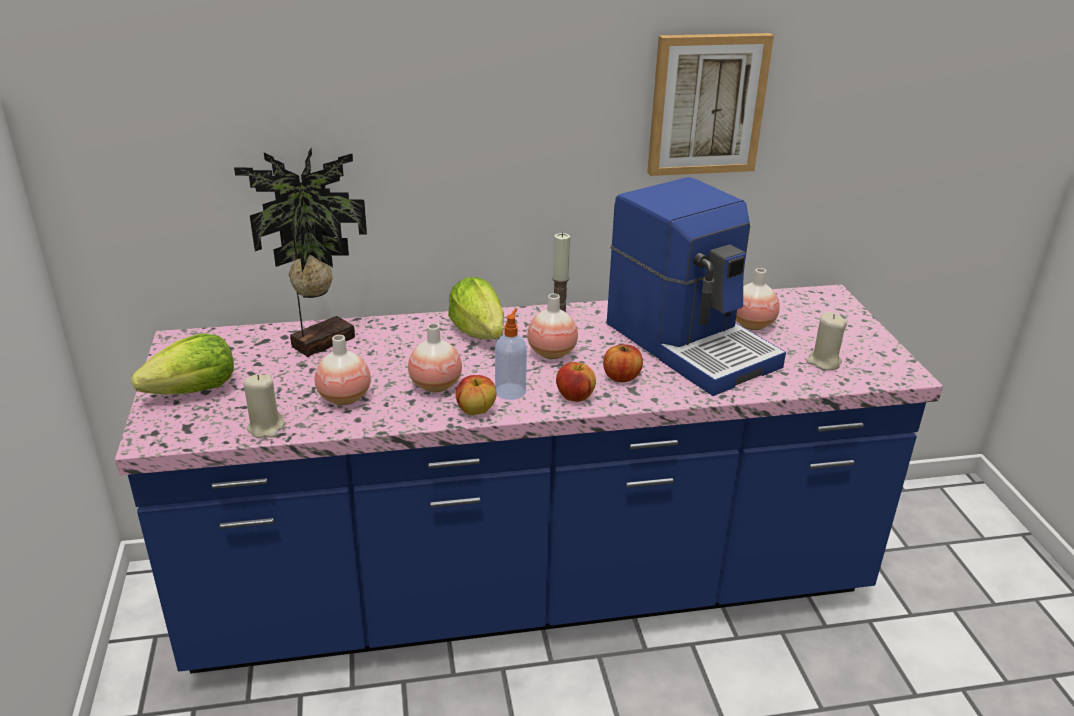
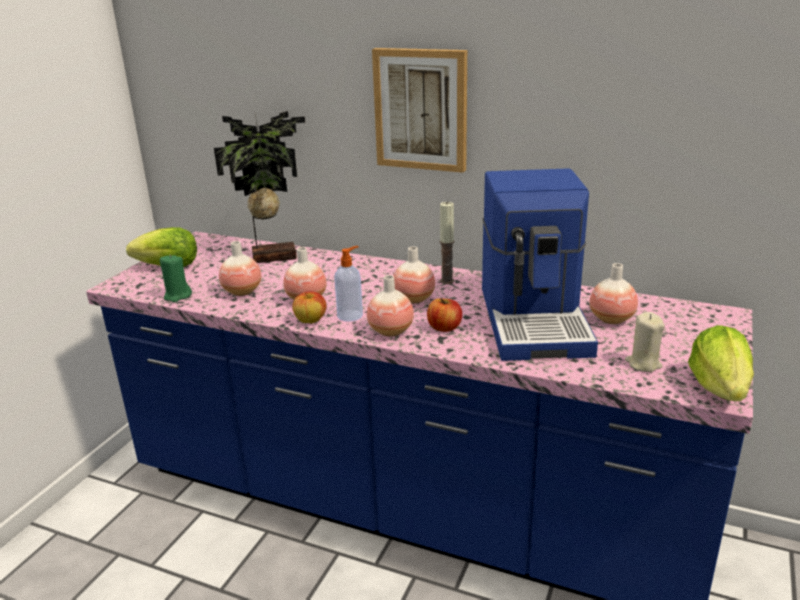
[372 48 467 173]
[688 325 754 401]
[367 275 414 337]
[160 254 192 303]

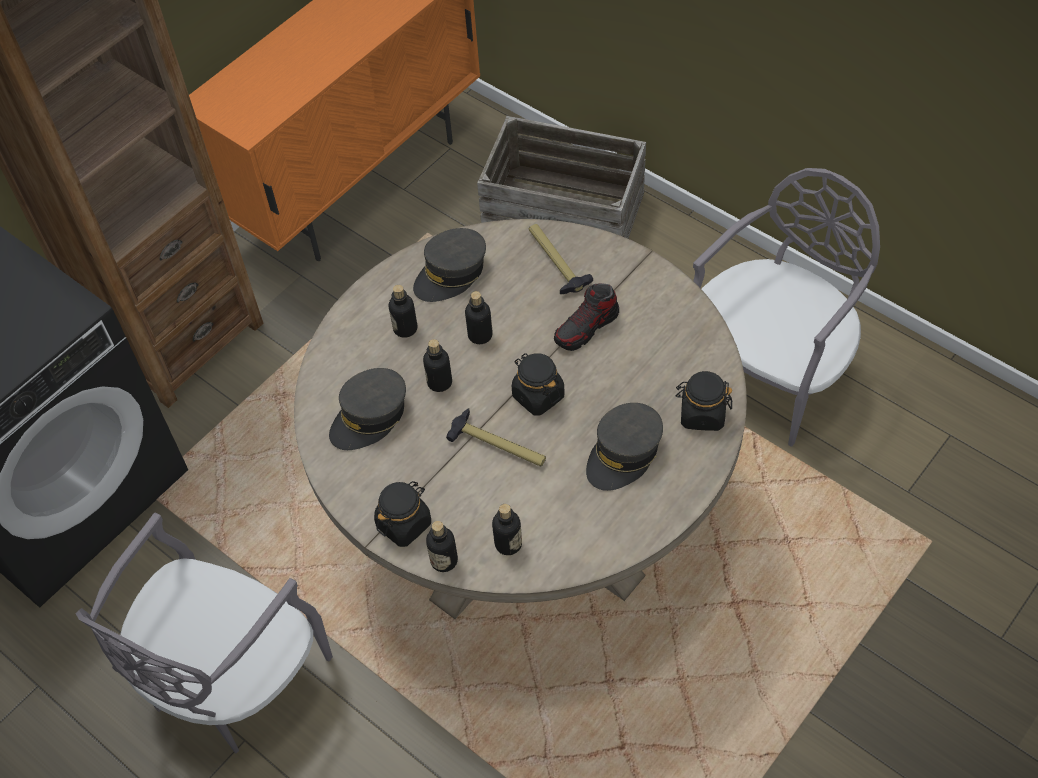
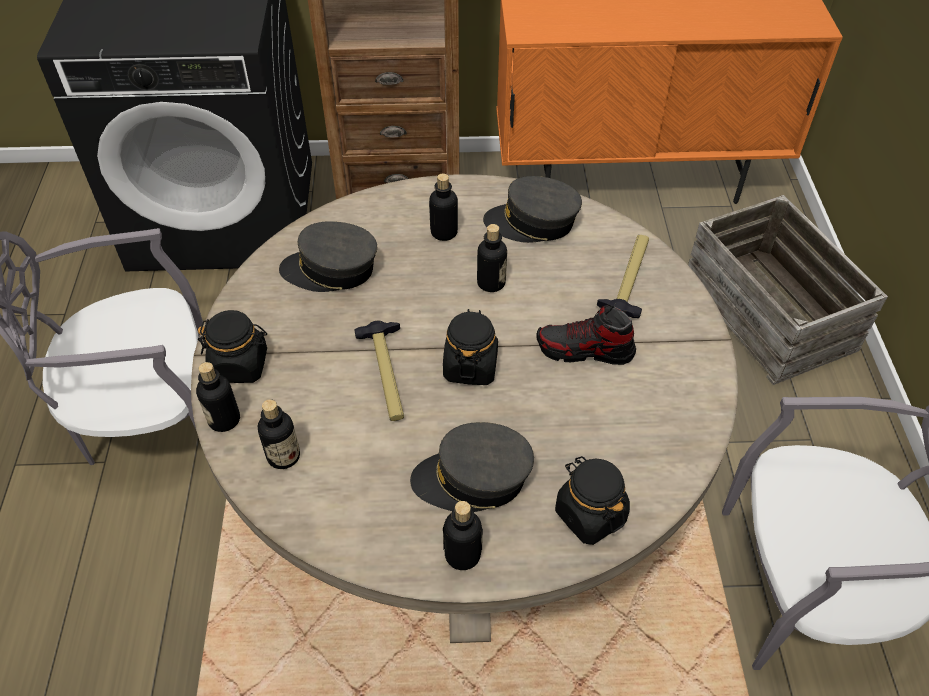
[443 501 483 570]

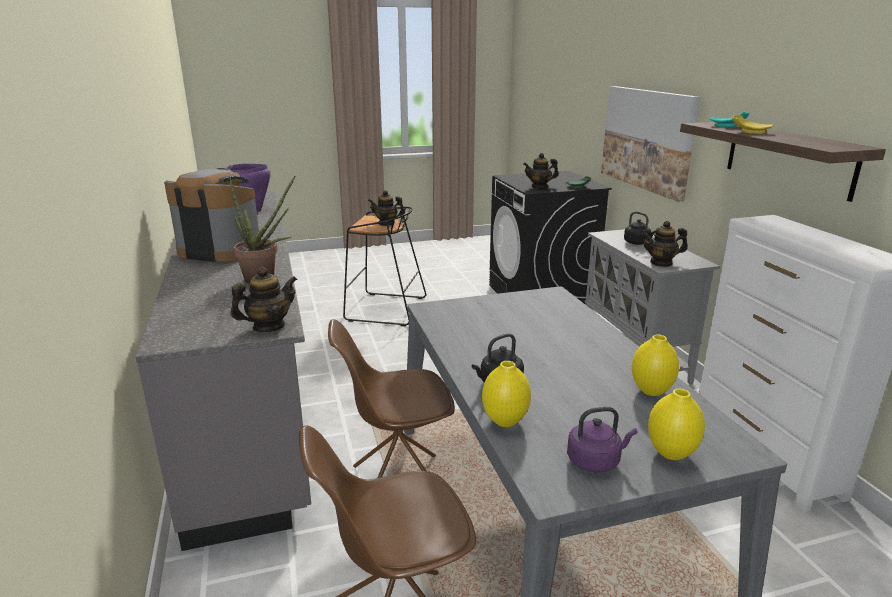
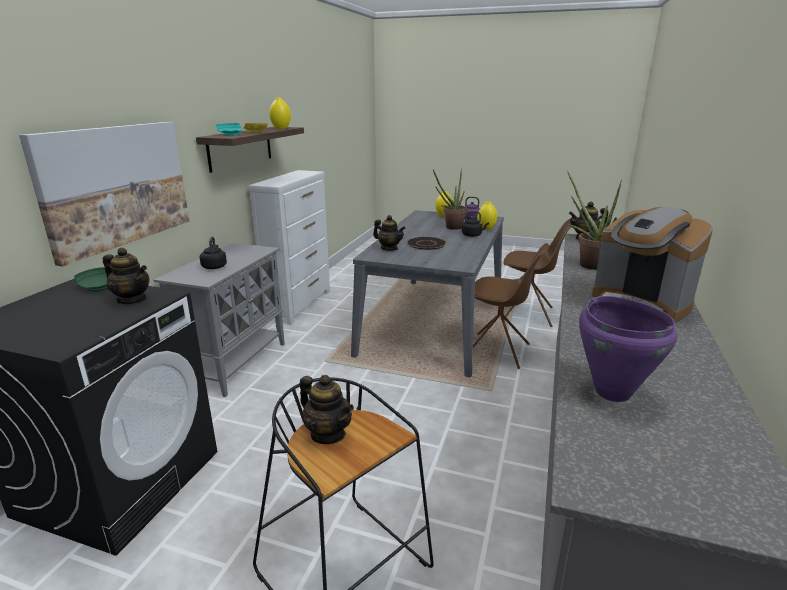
[373 215 406 251]
[269 98 291 129]
[433 167 467 230]
[407 237 447 250]

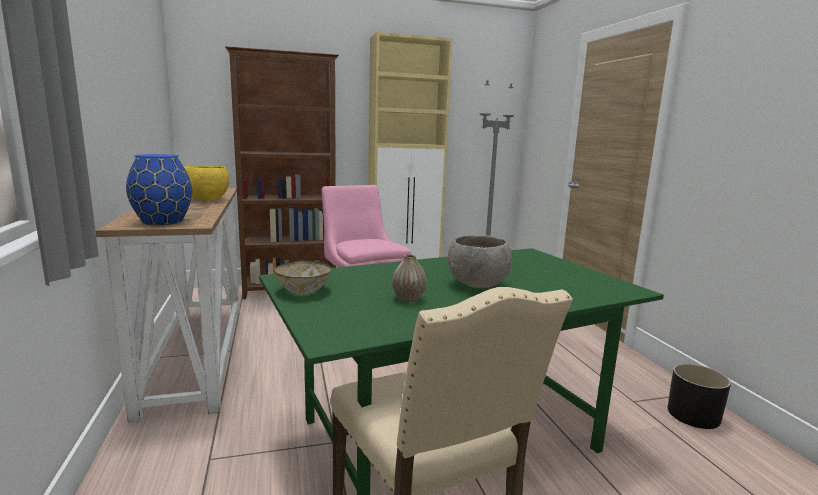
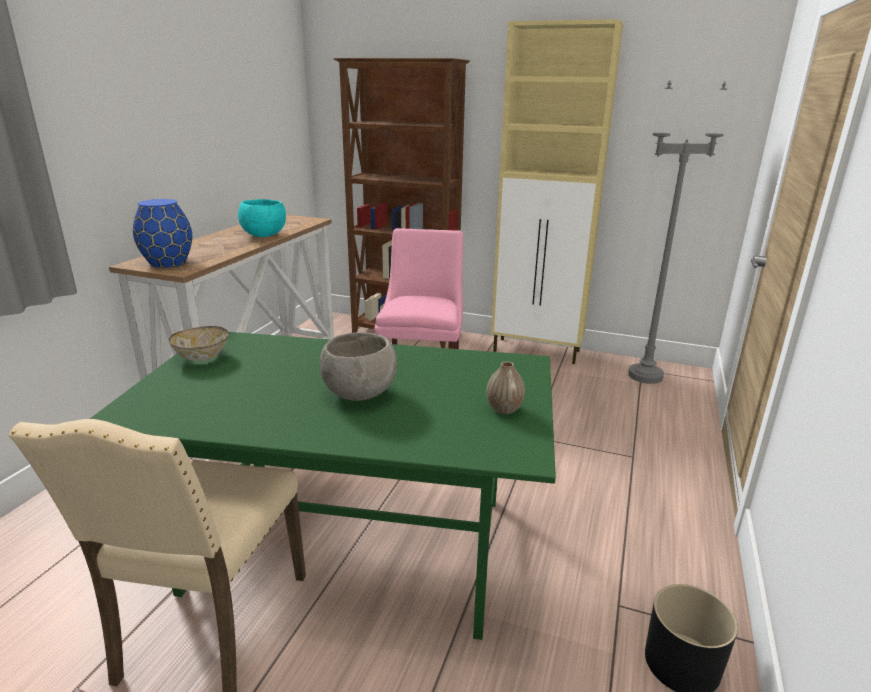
[238 199 286 237]
[486 361 525 414]

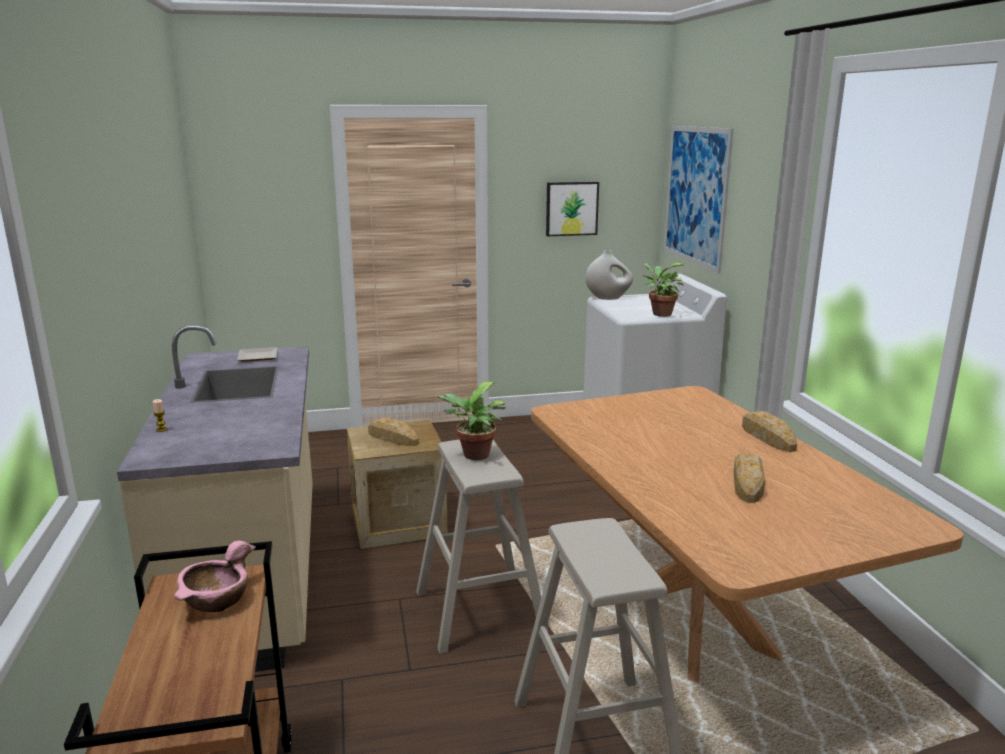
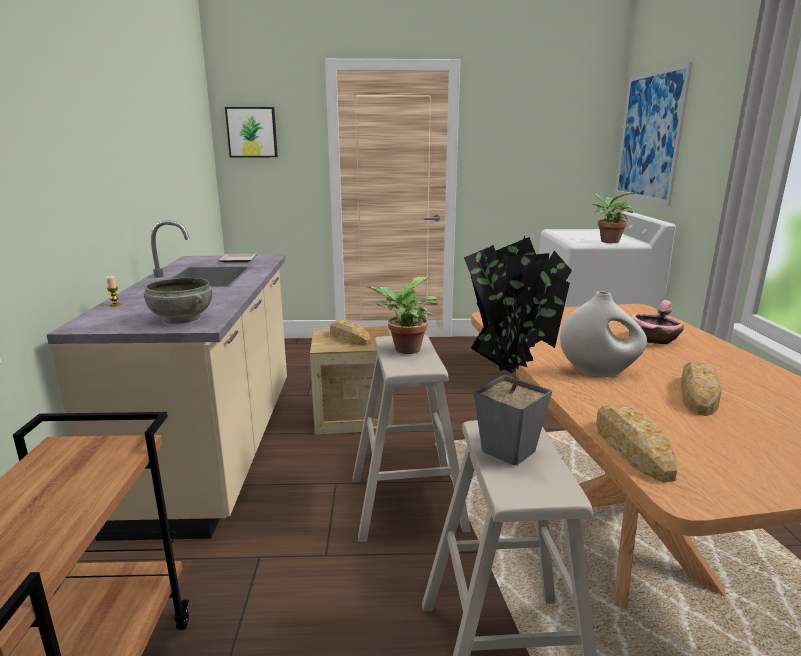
[225 107 278 157]
[560 291 647 377]
[596 405 677 483]
[631 300 684 344]
[464 235 572 465]
[144 278 212 324]

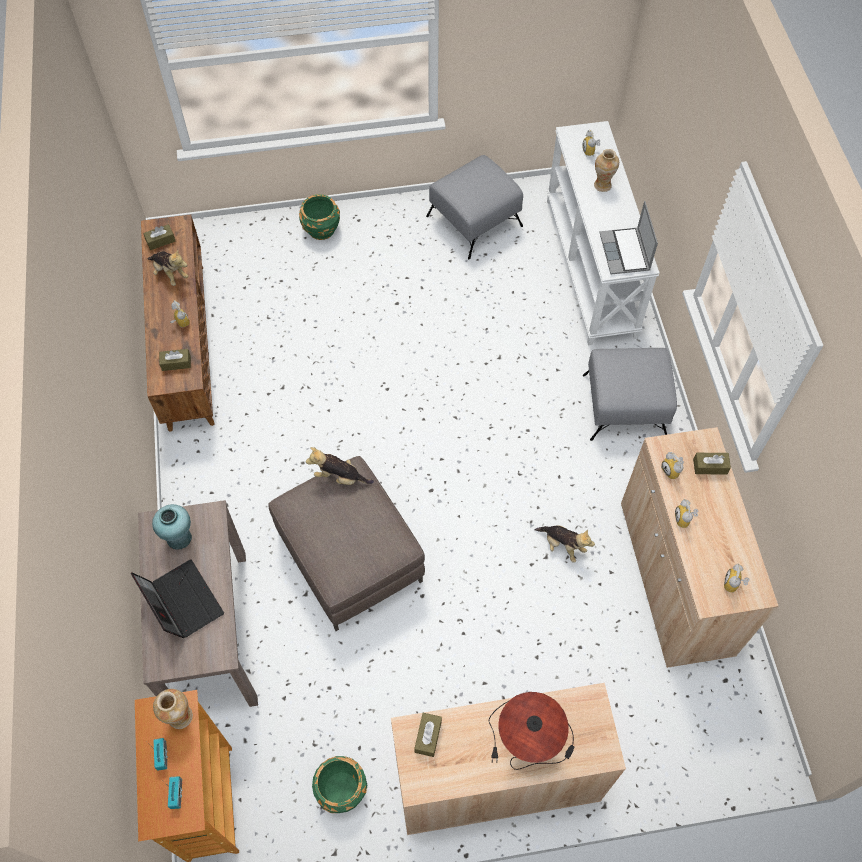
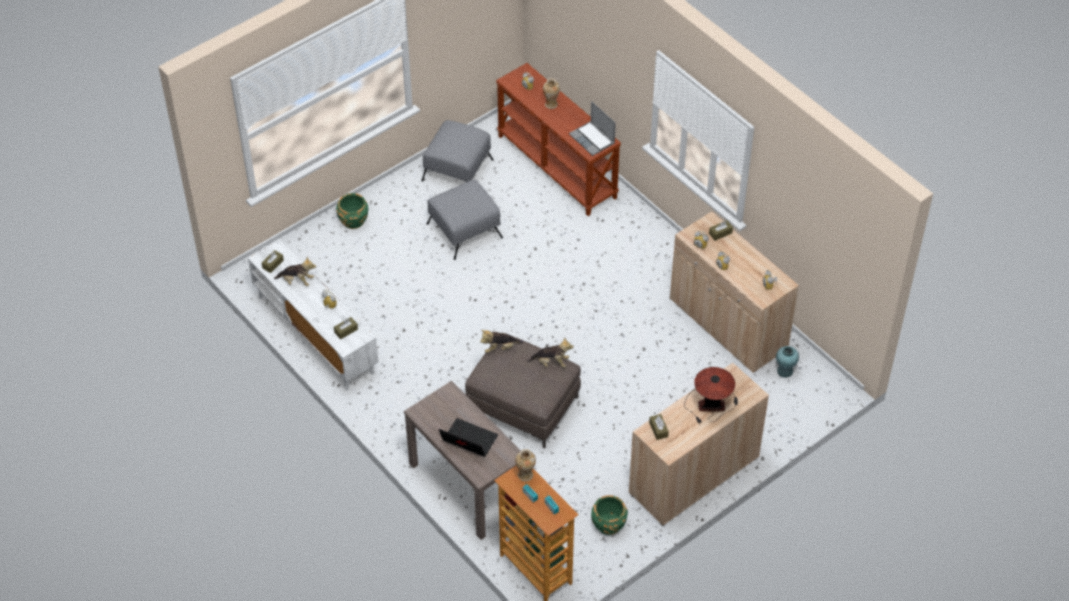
[496 63 621 216]
[248 240 378 391]
[427 179 503 260]
[776 346 799 378]
[527 338 574 368]

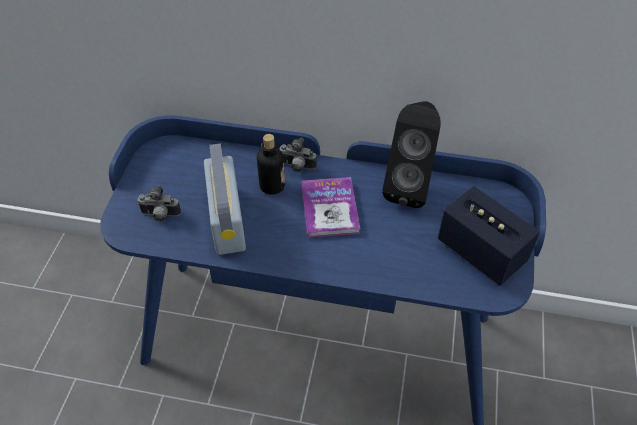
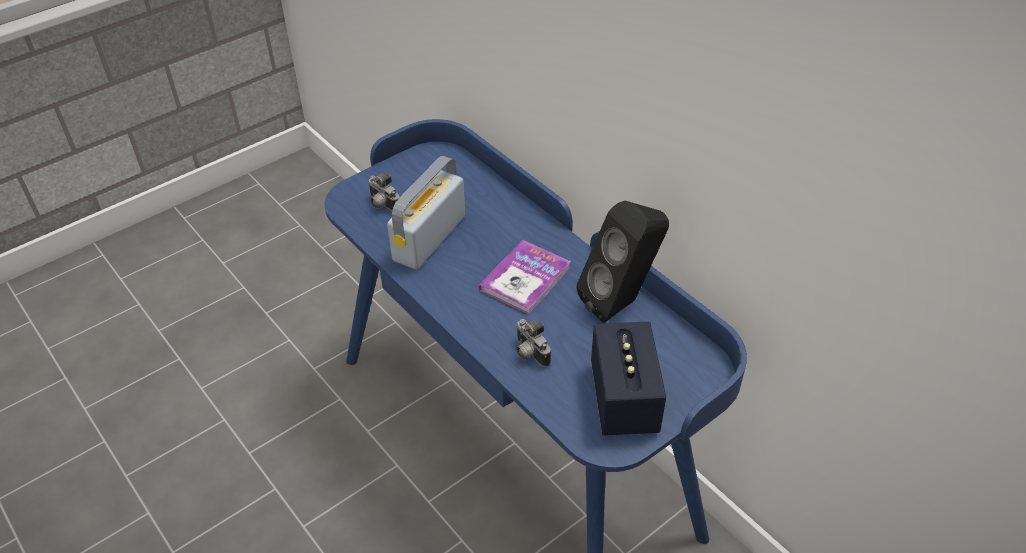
[257 134 285 195] (first image)
[516 319 551 367]

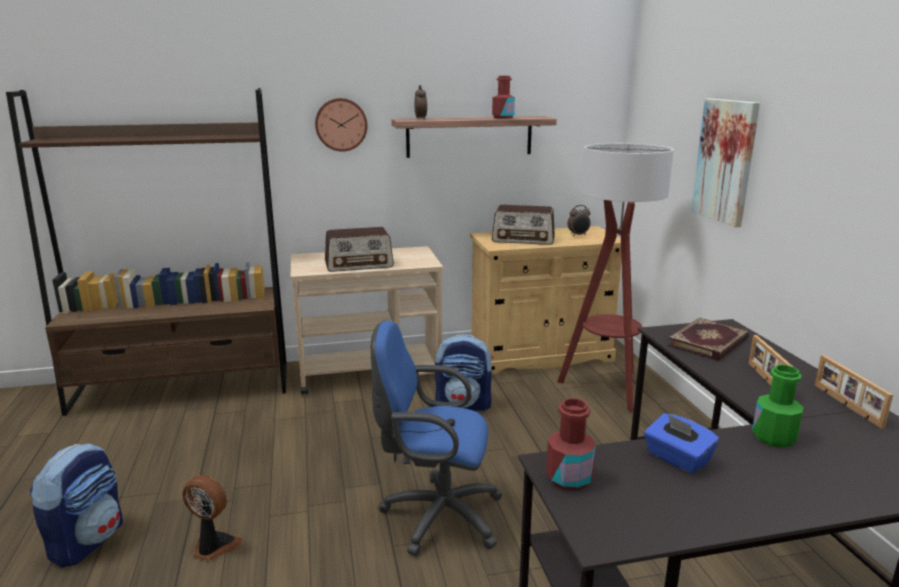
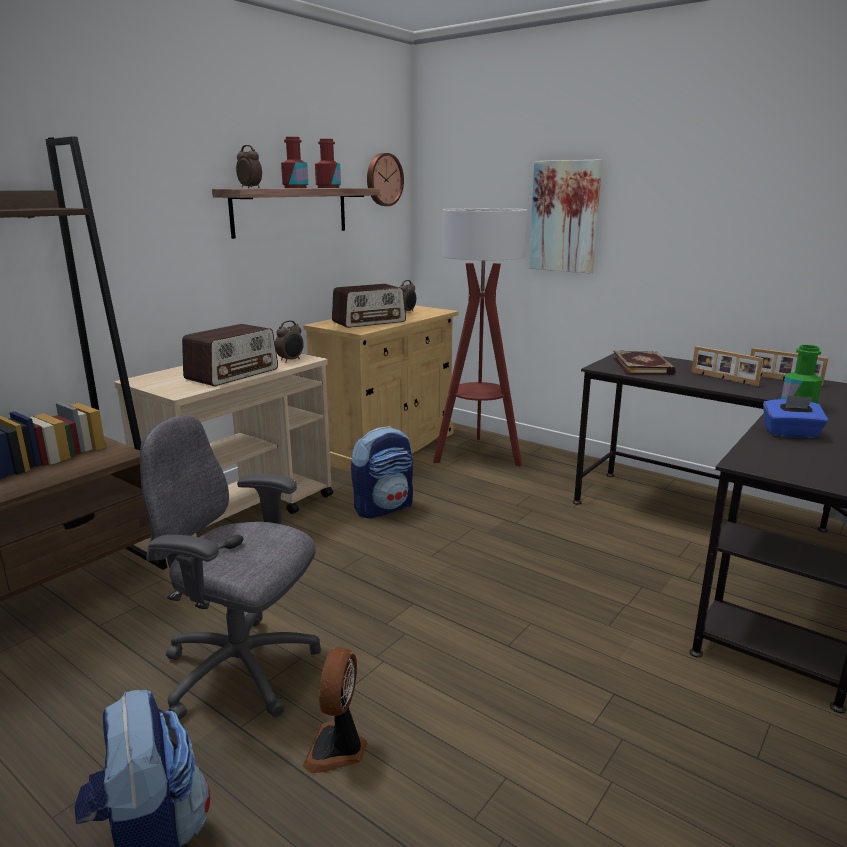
[367 153 404 206]
[370 321 503 556] (first image)
[281 137 308 188]
[303 647 367 773]
[275 320 304 363]
[140 415 321 720]

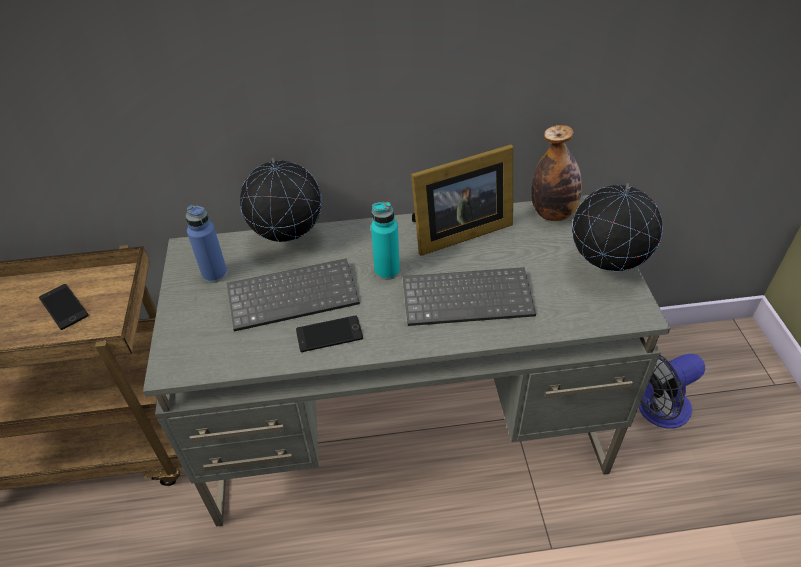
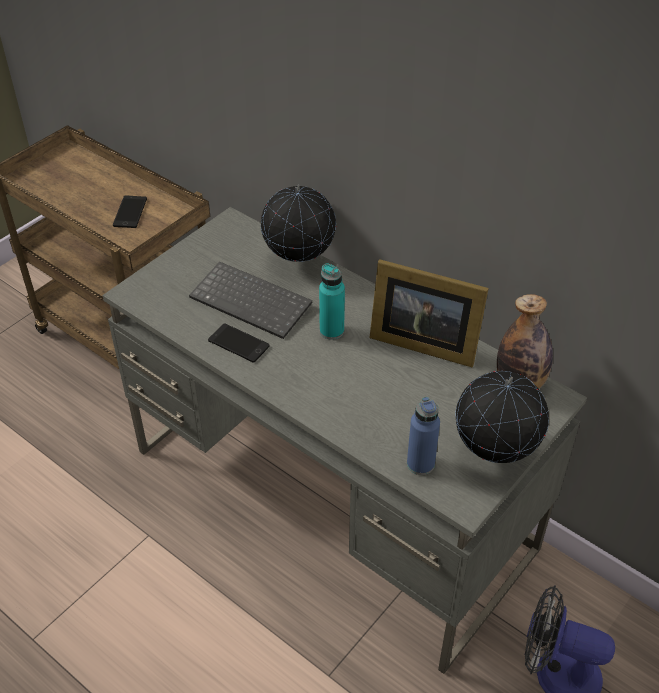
[407 397 440 475]
[403 267 536 326] (first image)

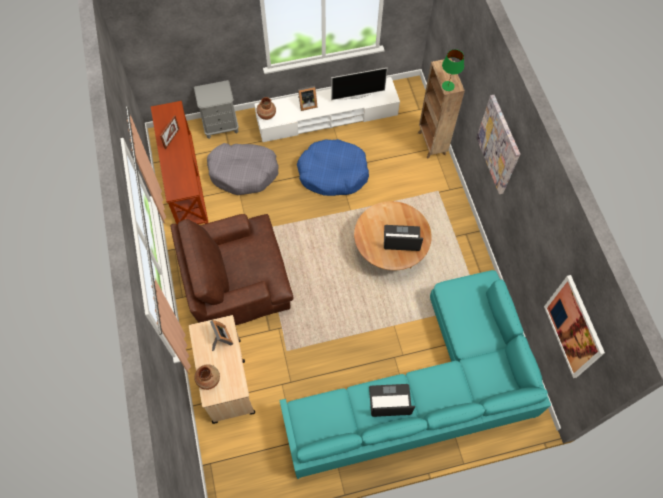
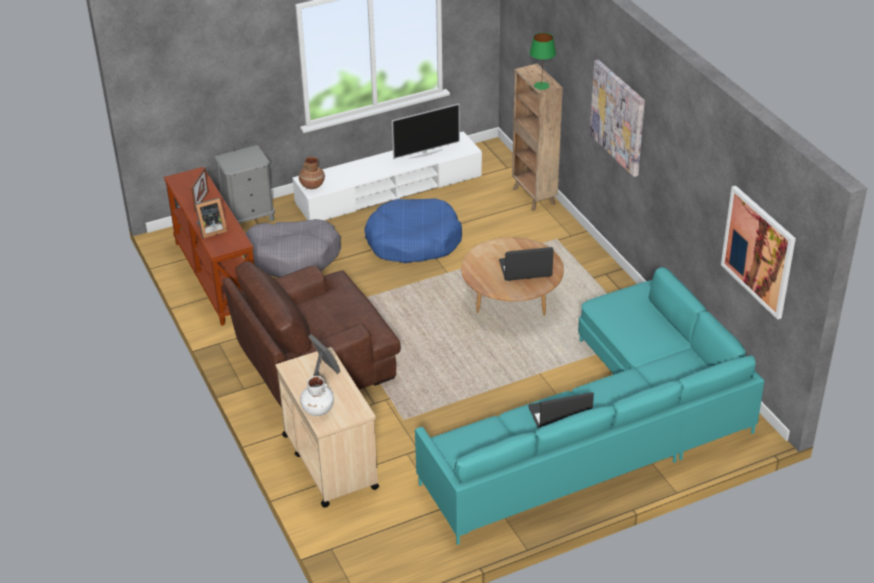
[195 198 227 238]
[300 376 334 416]

